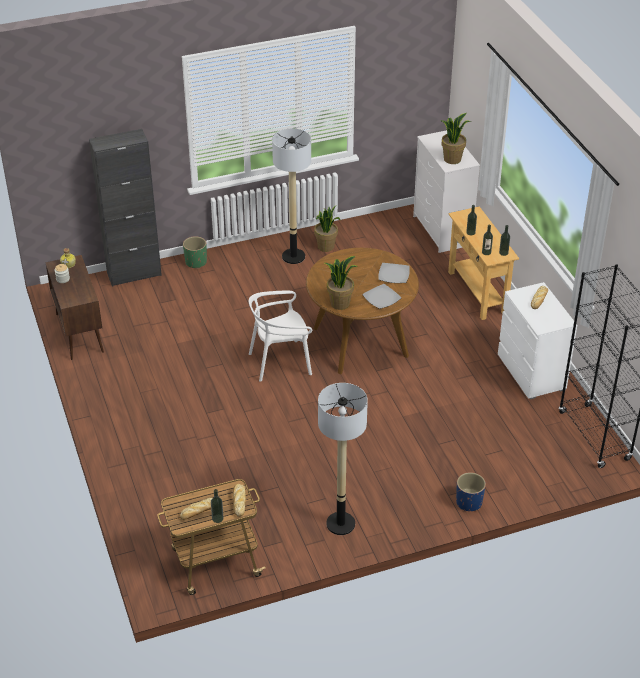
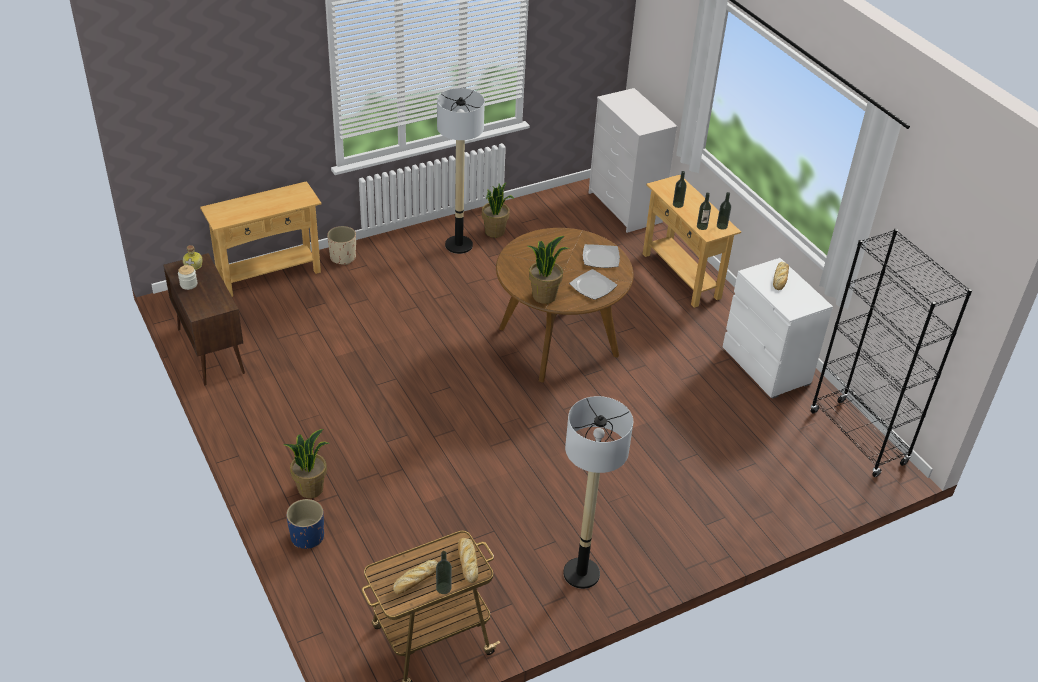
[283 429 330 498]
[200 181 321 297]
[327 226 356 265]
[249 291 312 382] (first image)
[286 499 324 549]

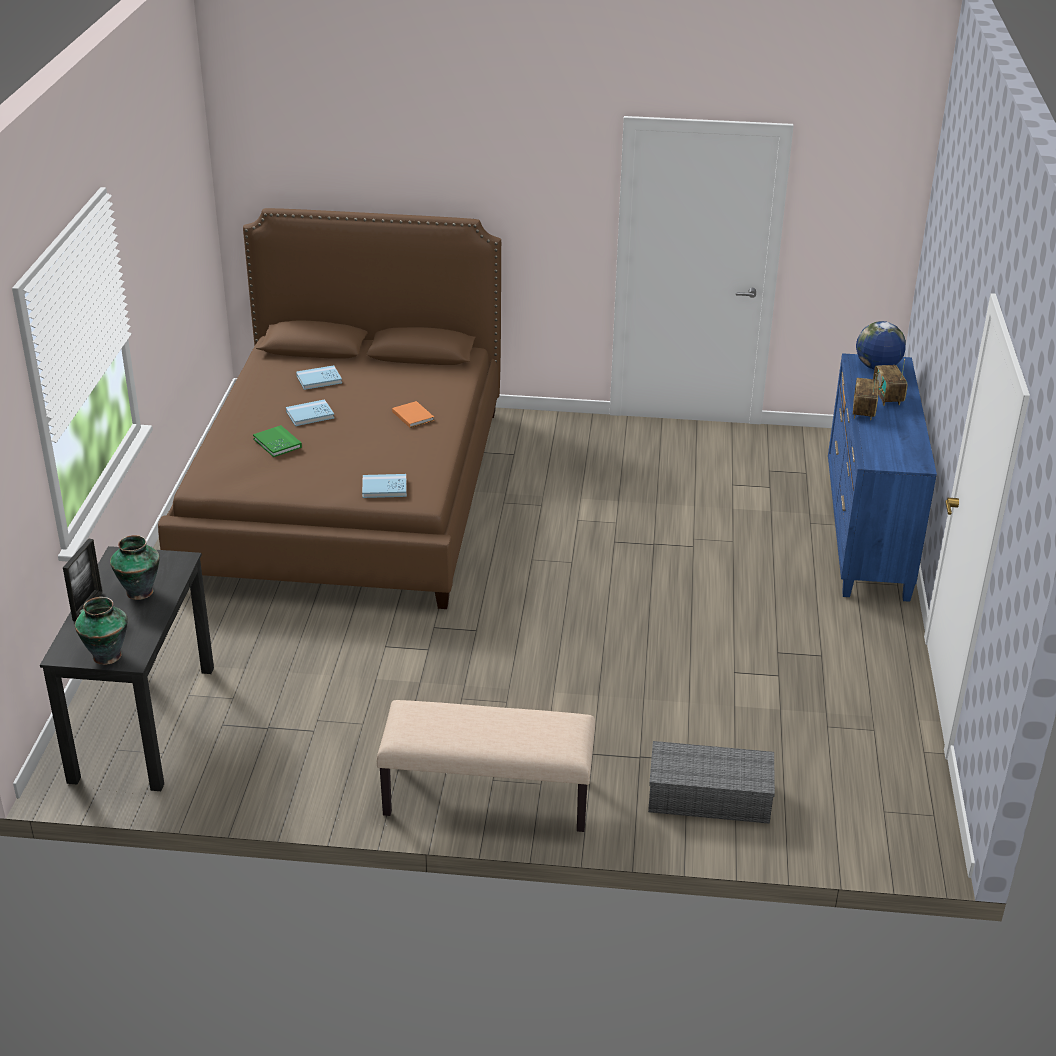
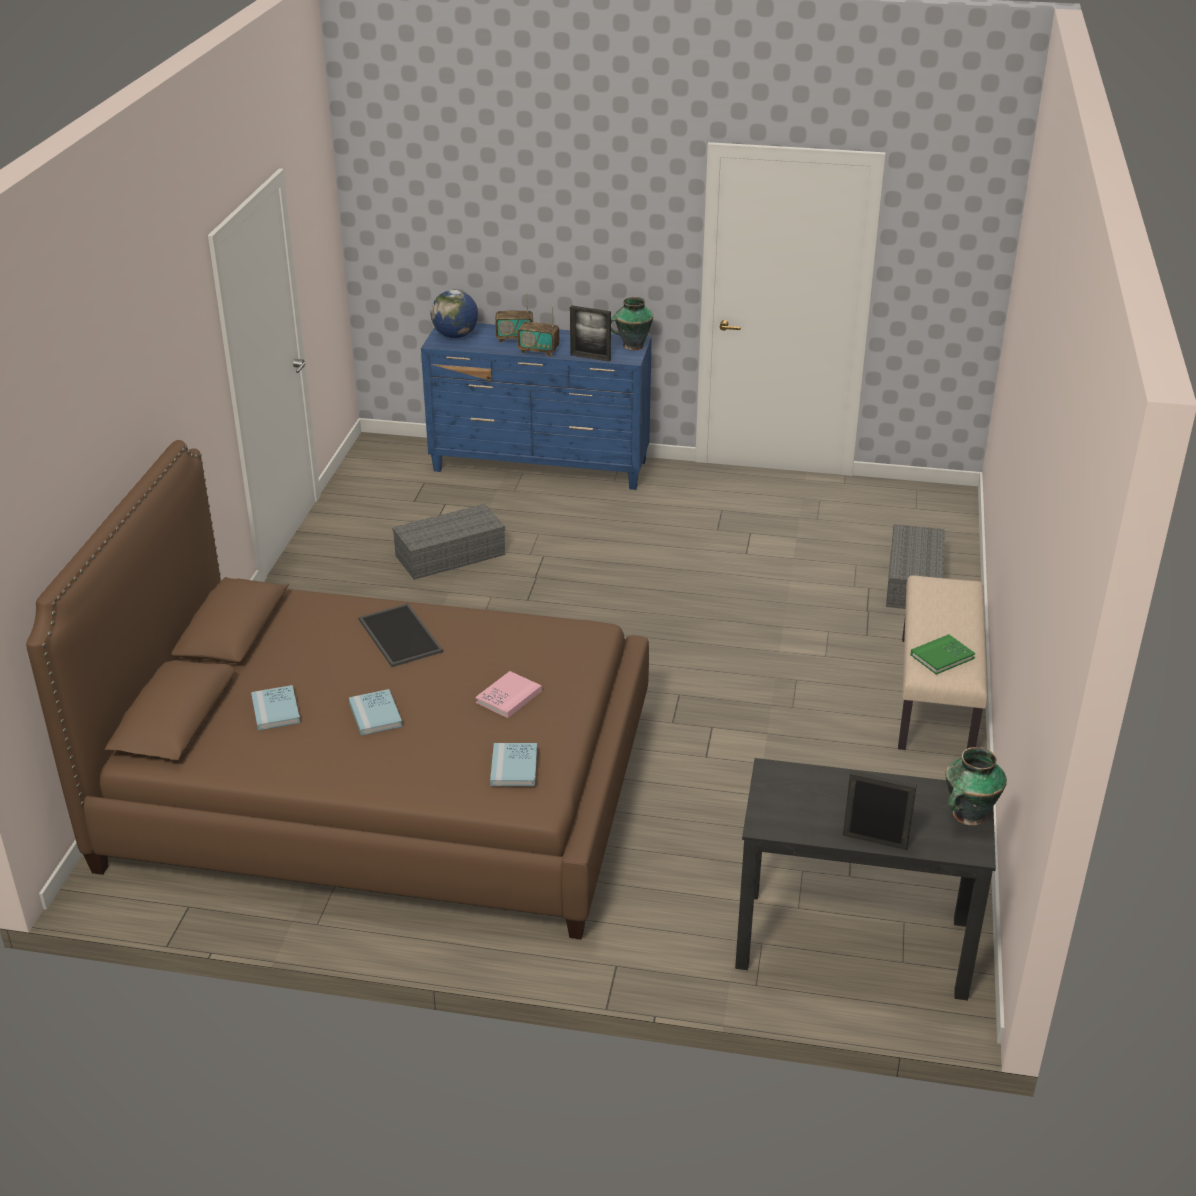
[358 603 443 667]
[910 634 975 675]
[490 743 537 786]
[611 297 653 350]
[570 305 611 362]
[392 504 505 580]
[476 671 542 718]

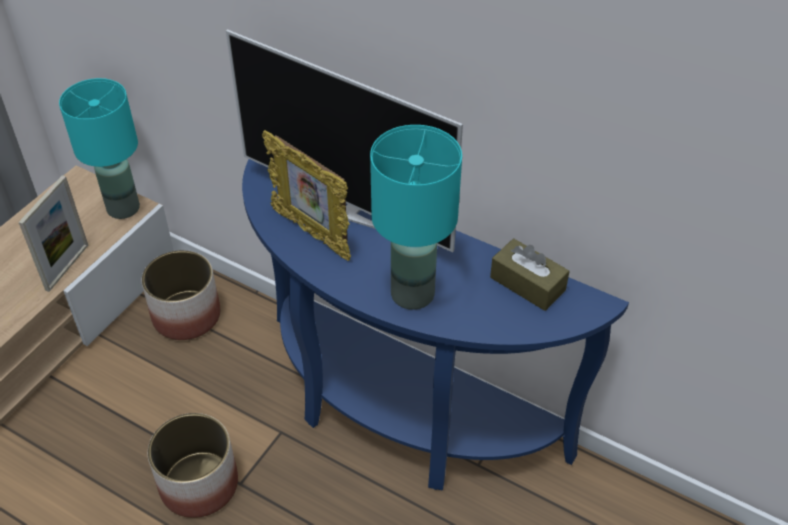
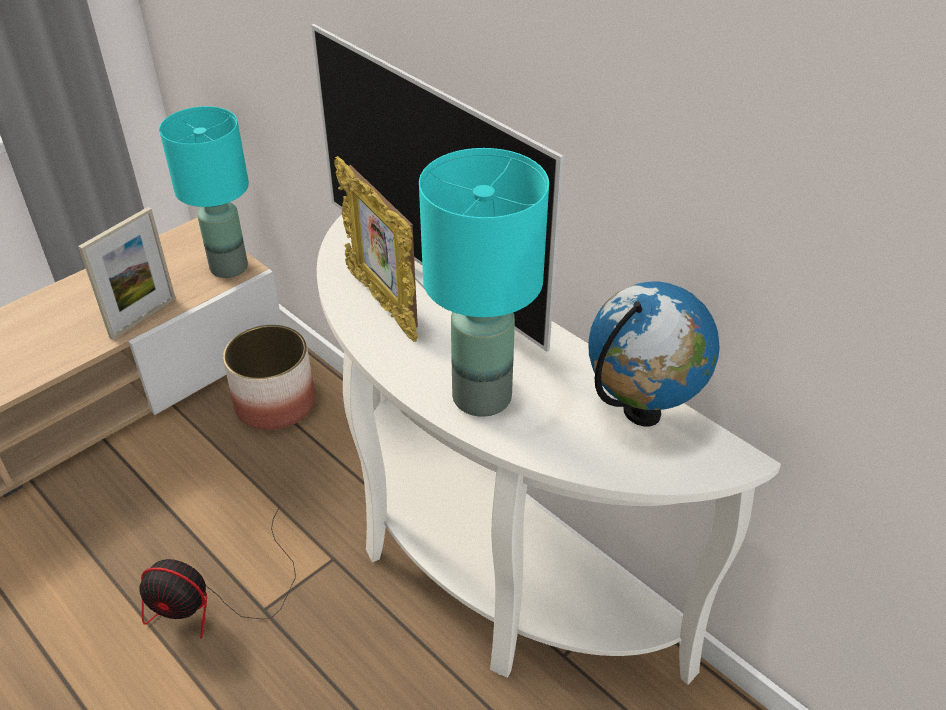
[317 214 781 685]
[588 282 720 426]
[139 507 296 639]

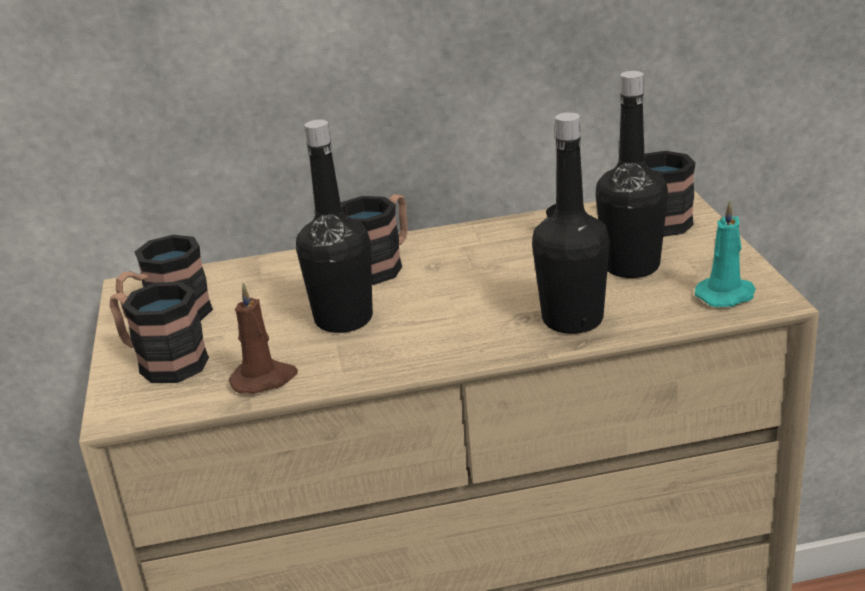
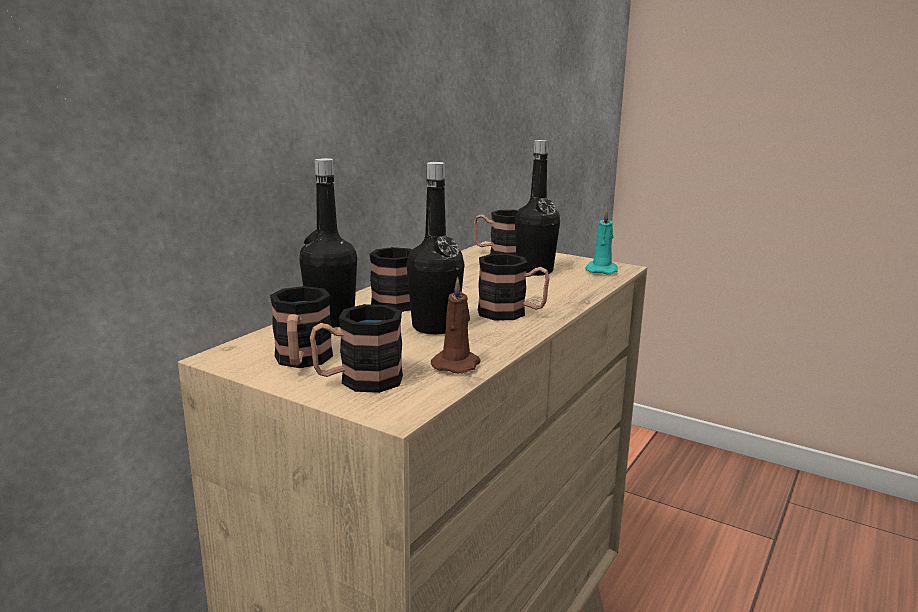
[299 158 357 328]
[478 254 550 320]

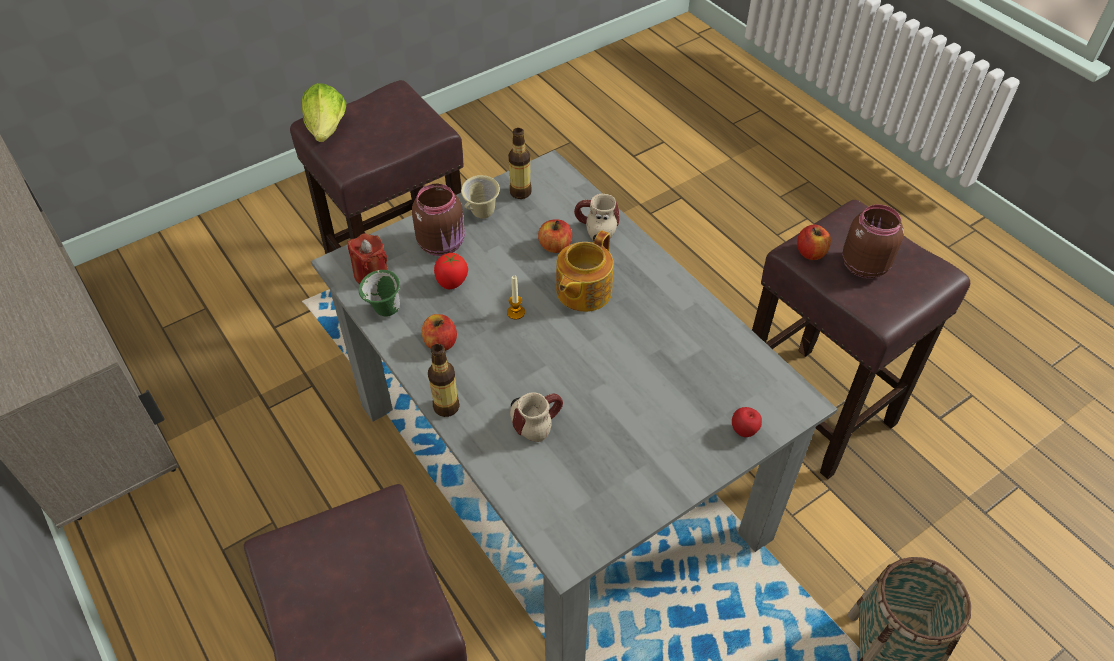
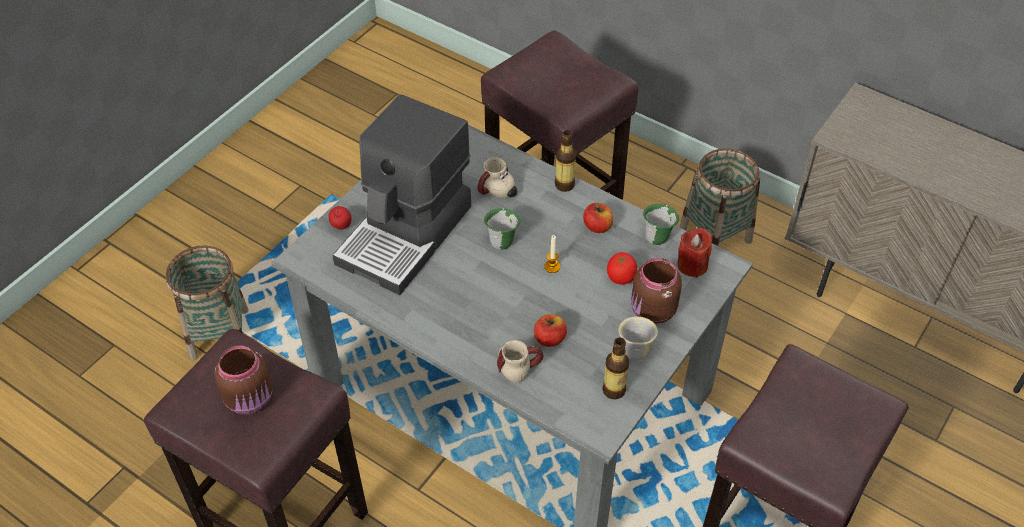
[301 83 346 142] (first image)
[797 225 831 260] (first image)
[556 230 614 312] (first image)
[332 94 471 295]
[679 148 760 246]
[484 208 520 250]

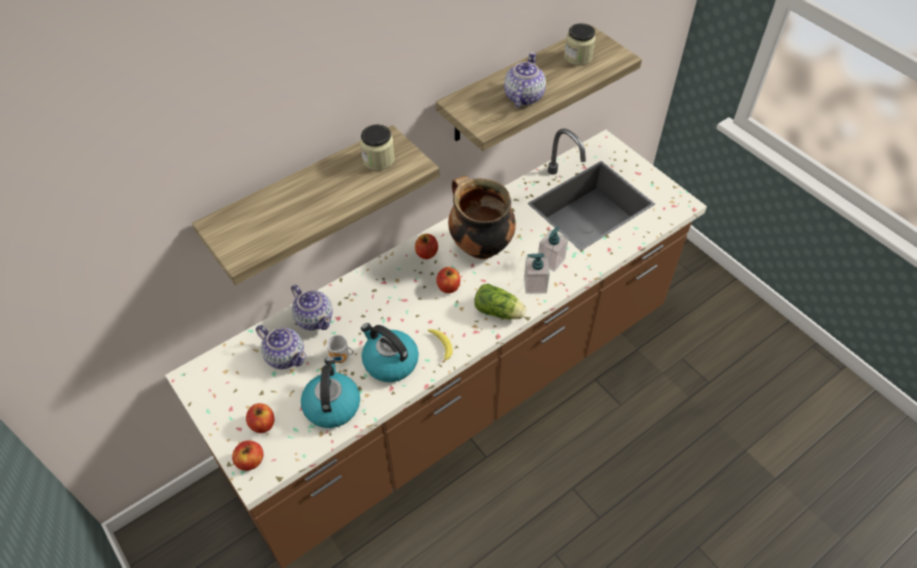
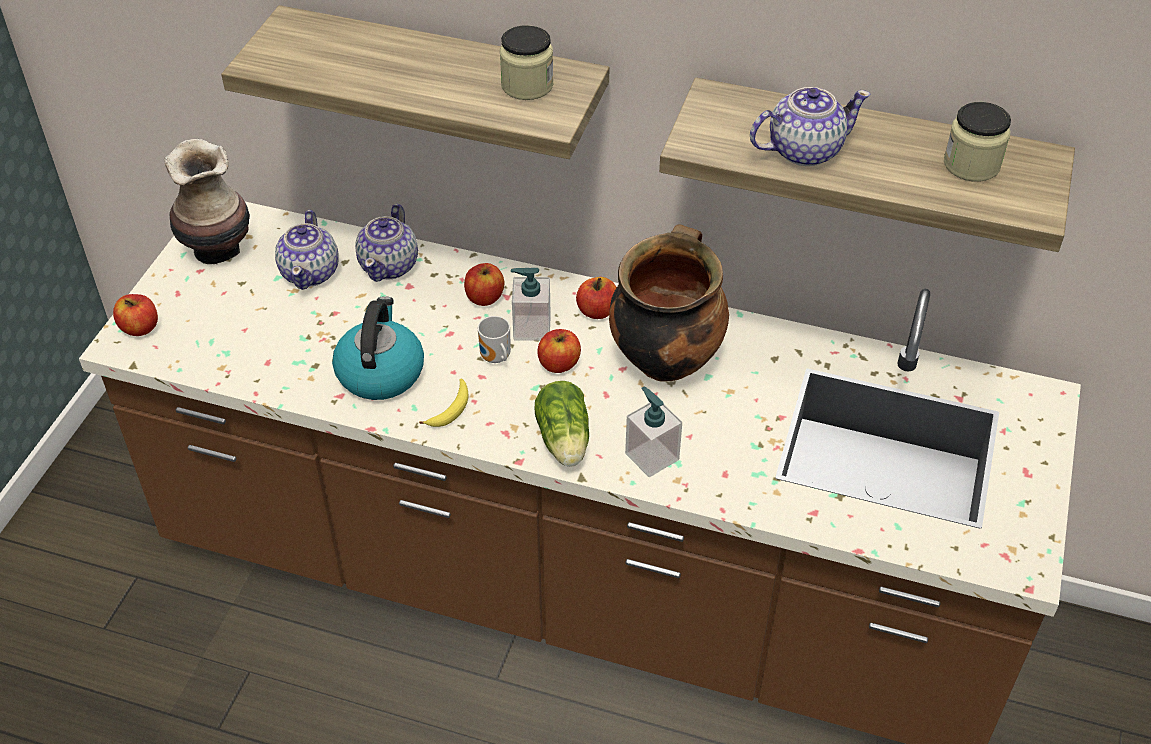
[511 268 551 341]
[478 316 511 363]
[301 357 360 428] (first image)
[464 263 504 306]
[164 139 250 264]

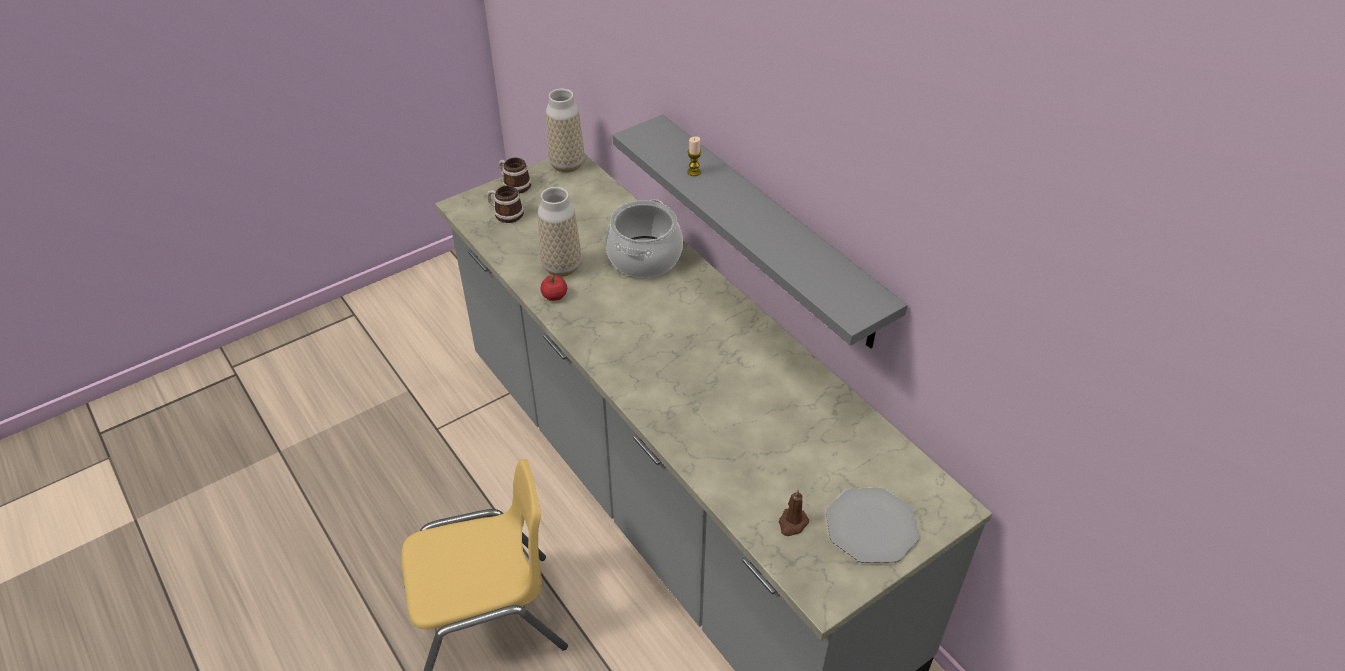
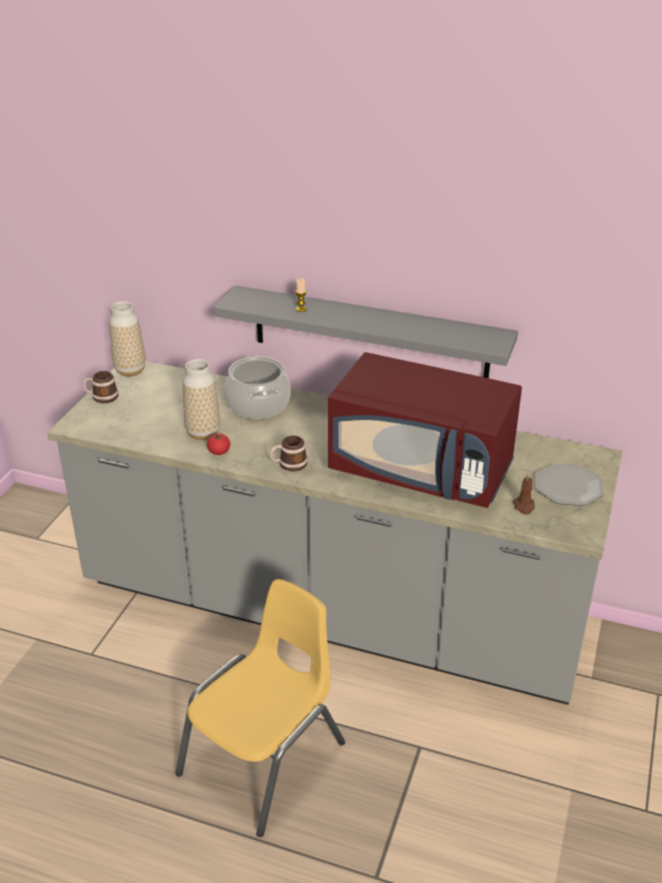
[270 435 308 471]
[328 352 522 508]

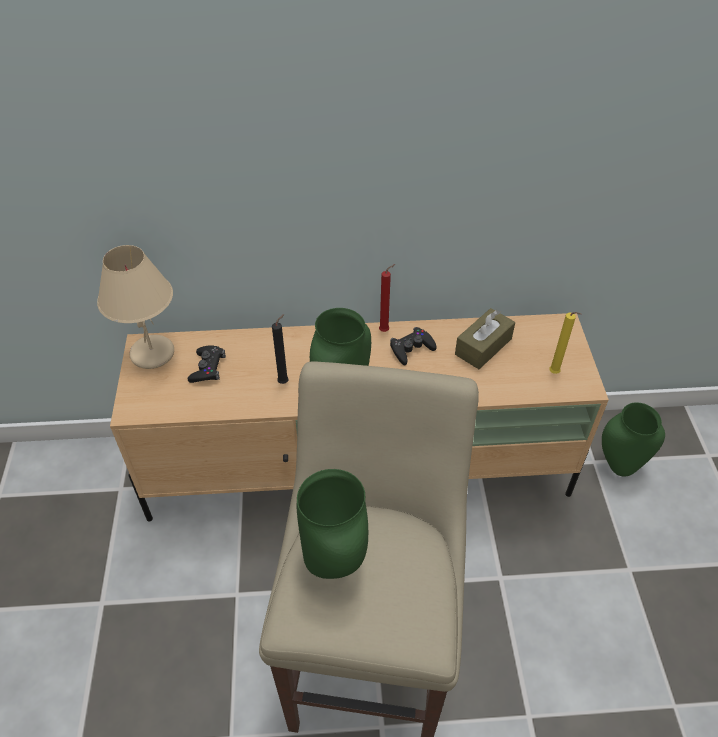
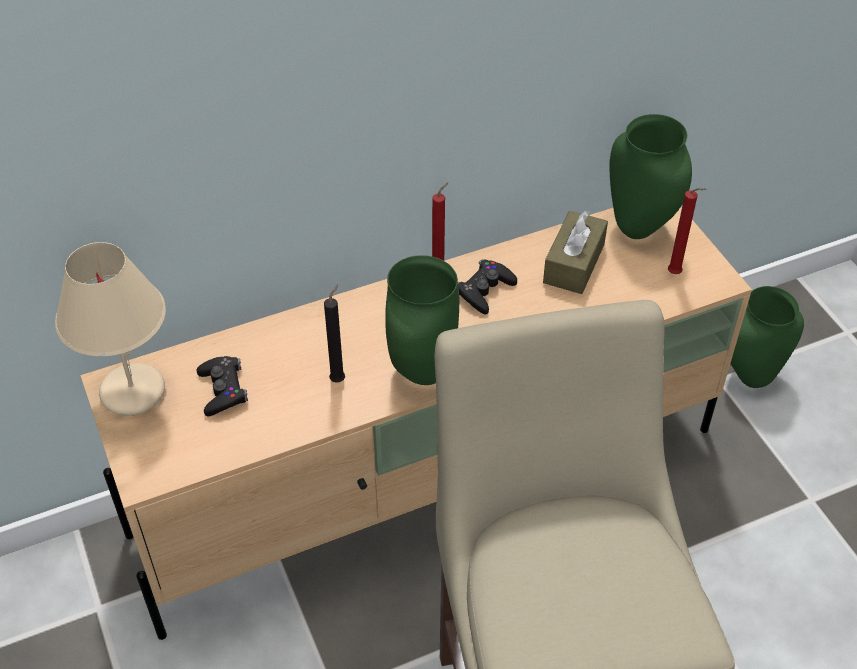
[668 188 706 274]
[609 114 692 239]

